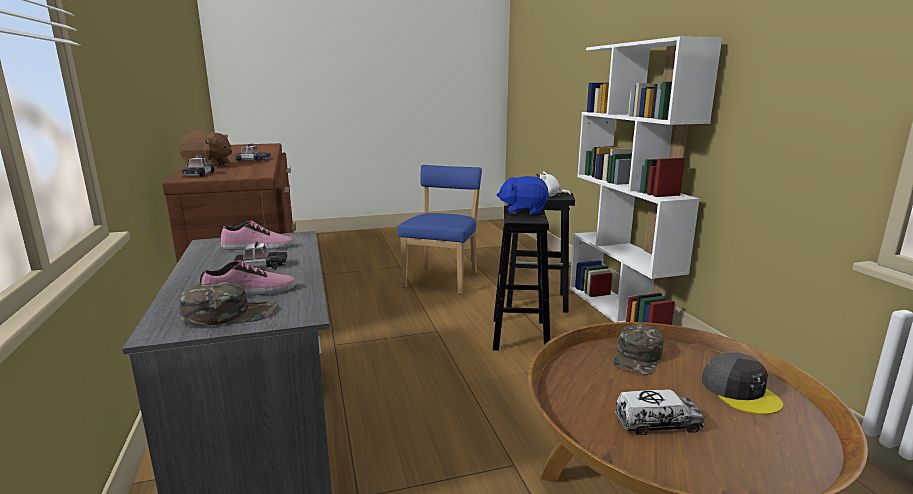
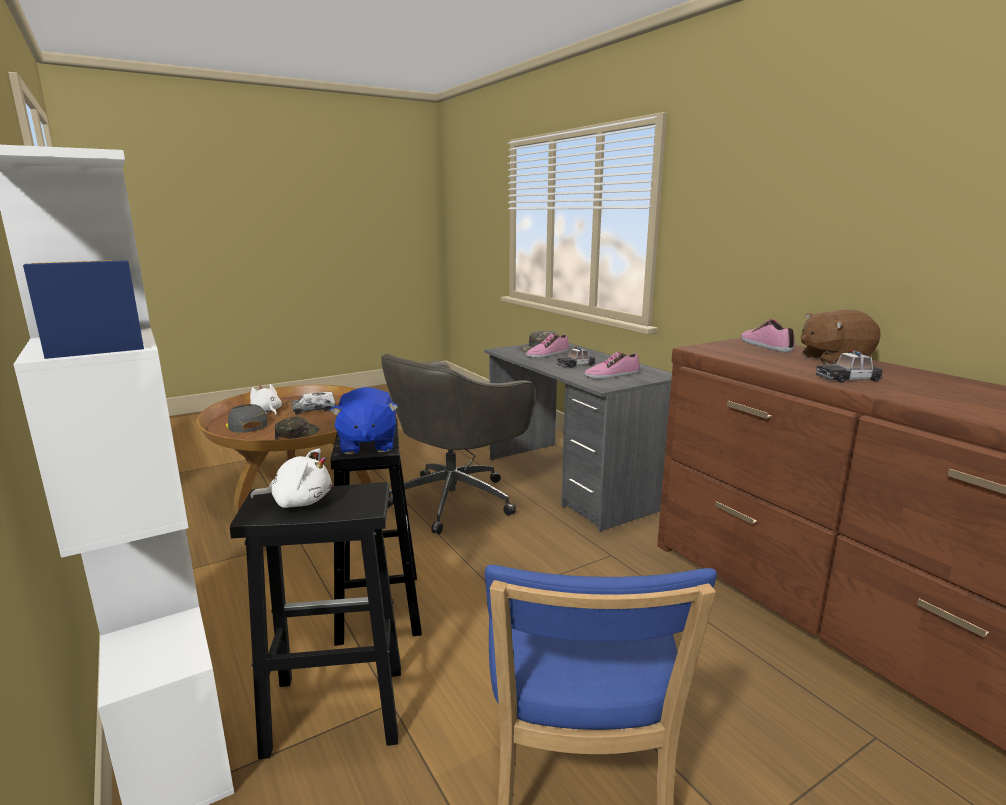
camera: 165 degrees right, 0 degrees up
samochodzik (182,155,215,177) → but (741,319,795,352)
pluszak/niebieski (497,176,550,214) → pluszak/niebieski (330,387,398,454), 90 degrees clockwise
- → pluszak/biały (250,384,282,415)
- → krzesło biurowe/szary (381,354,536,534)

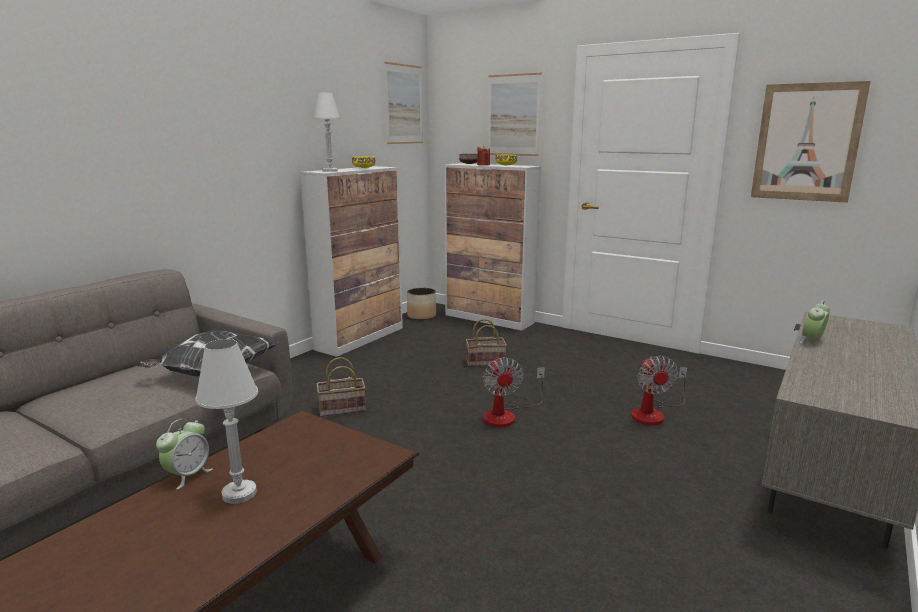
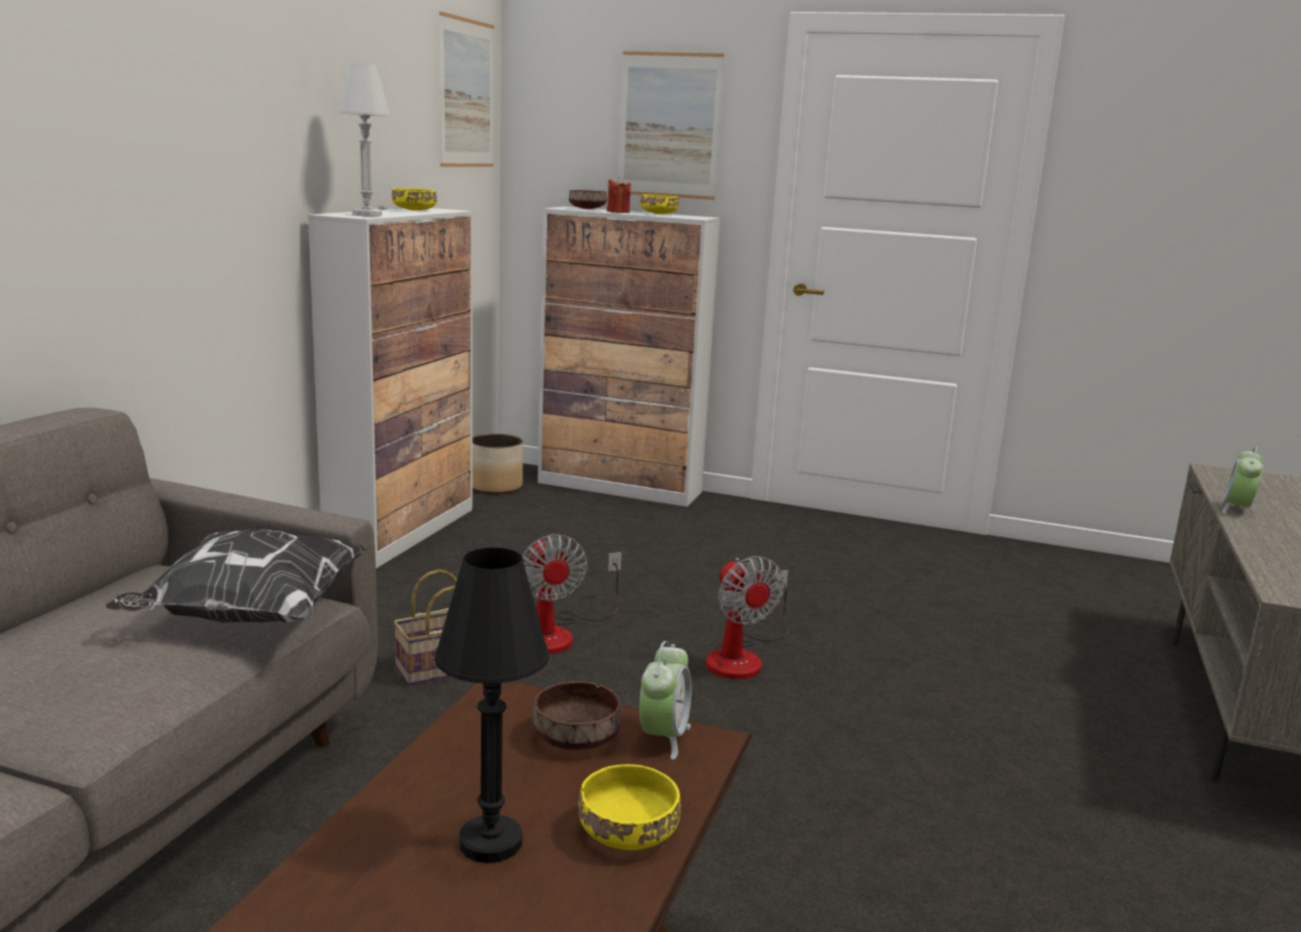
camera: 15 degrees left, 0 degrees up
budzik (156,419,213,489) → budzik (639,641,691,760), move
lampa stołowa/biały (195,339,258,504) → lampa stołowa/czarny (435,547,549,863)
koszyk (466,319,507,367) → -
wentylator (631,356,687,425) → wentylator (522,534,622,654), move
obraz (751,81,871,203) → -
- → miska/brązowy (533,681,621,750)
- → miska/żółty (578,764,681,850)

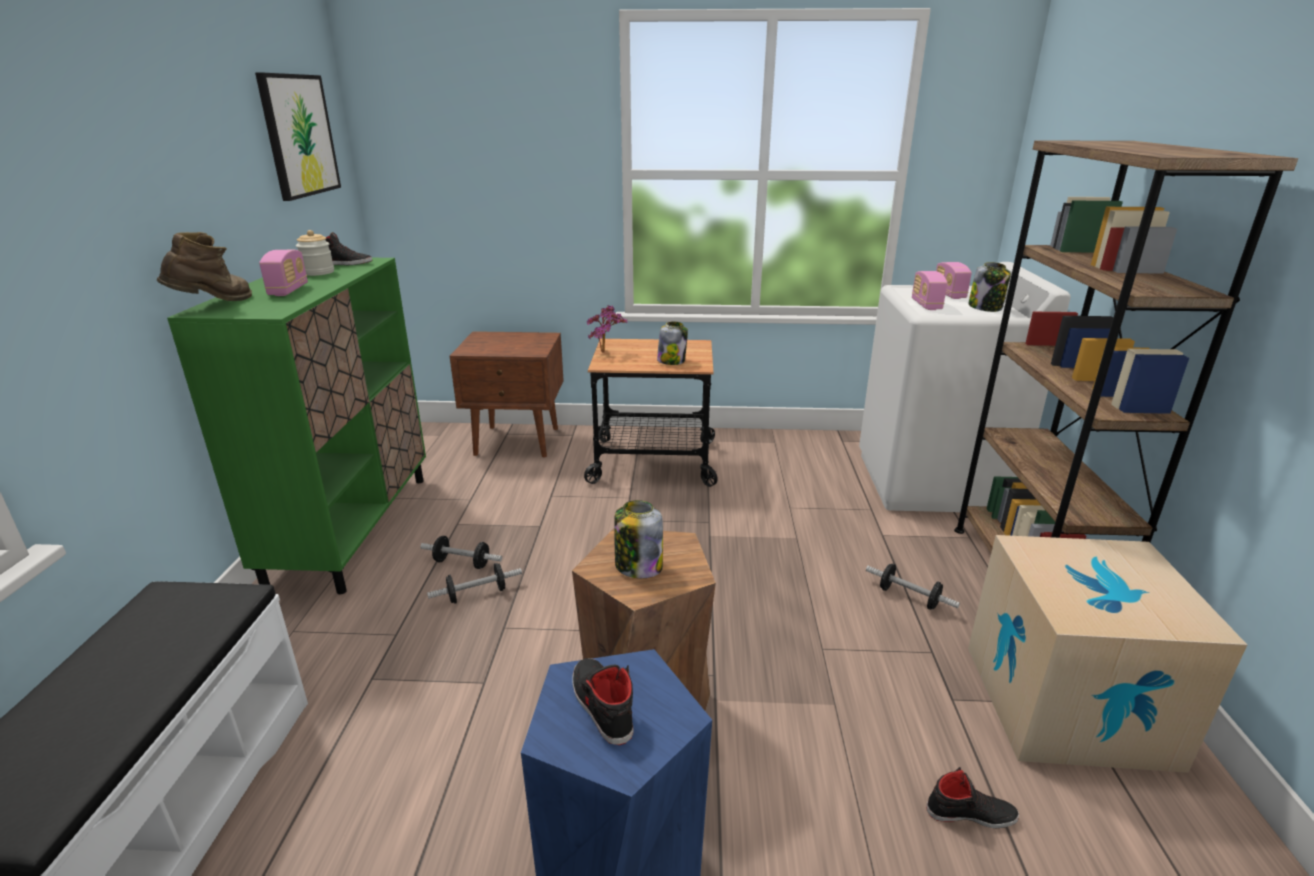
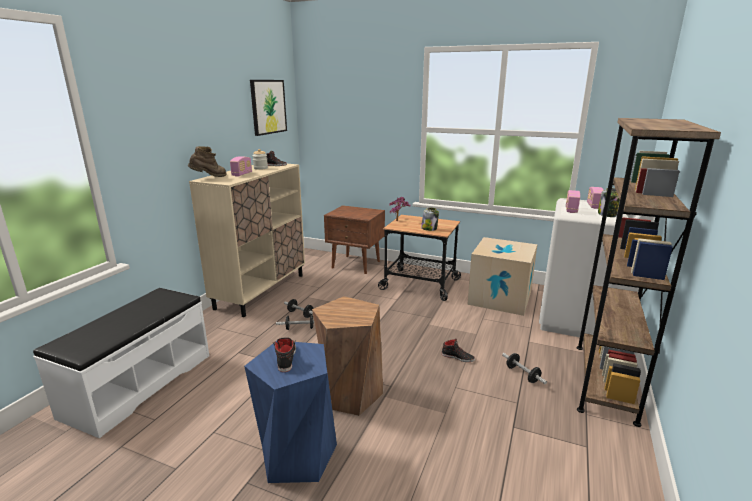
camera: 20 degrees right, 5 degrees down
szafka/zielony (167,258,426,594) → szafka/beżowy (189,164,305,317)
słoik (614,500,663,578) → -
but/czarny (926,767,1019,828) → but/czarny (442,339,475,362), move
karton (968,535,1247,773) → karton (467,237,537,316), move

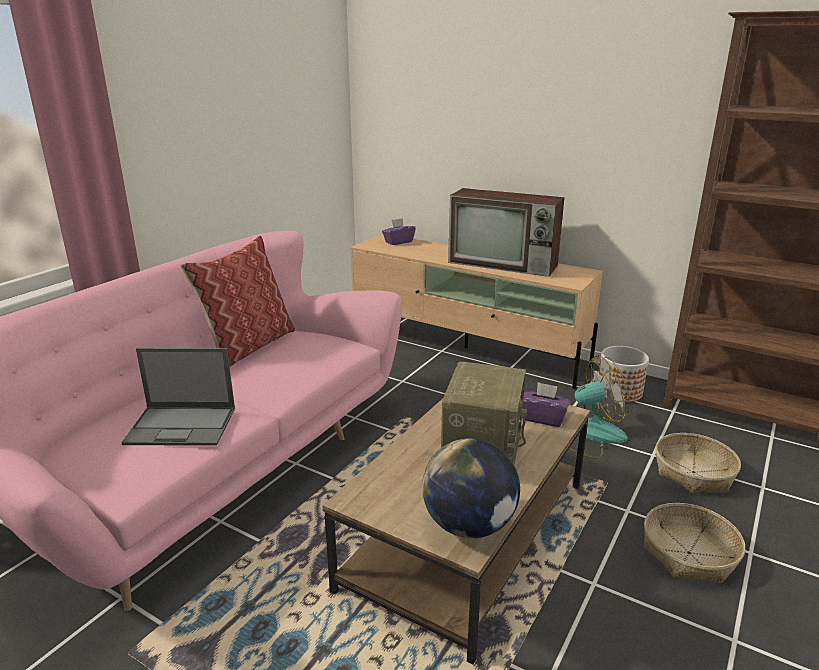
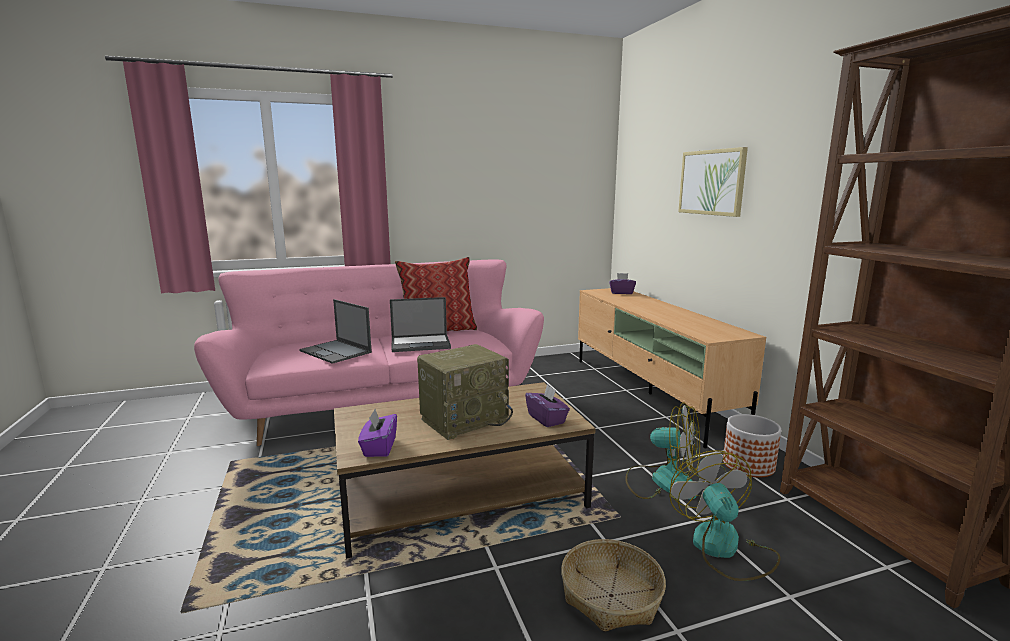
camera: 40 degrees right, 10 degrees down
globus (422,438,520,538) → pudełko chusteczek/fioletowy (358,409,397,457)
telewizor (448,188,565,277) → -
koszyk (656,433,741,493) → wentylator (669,450,781,581)
- → laptop (390,297,451,352)
- → obraz (678,147,748,217)

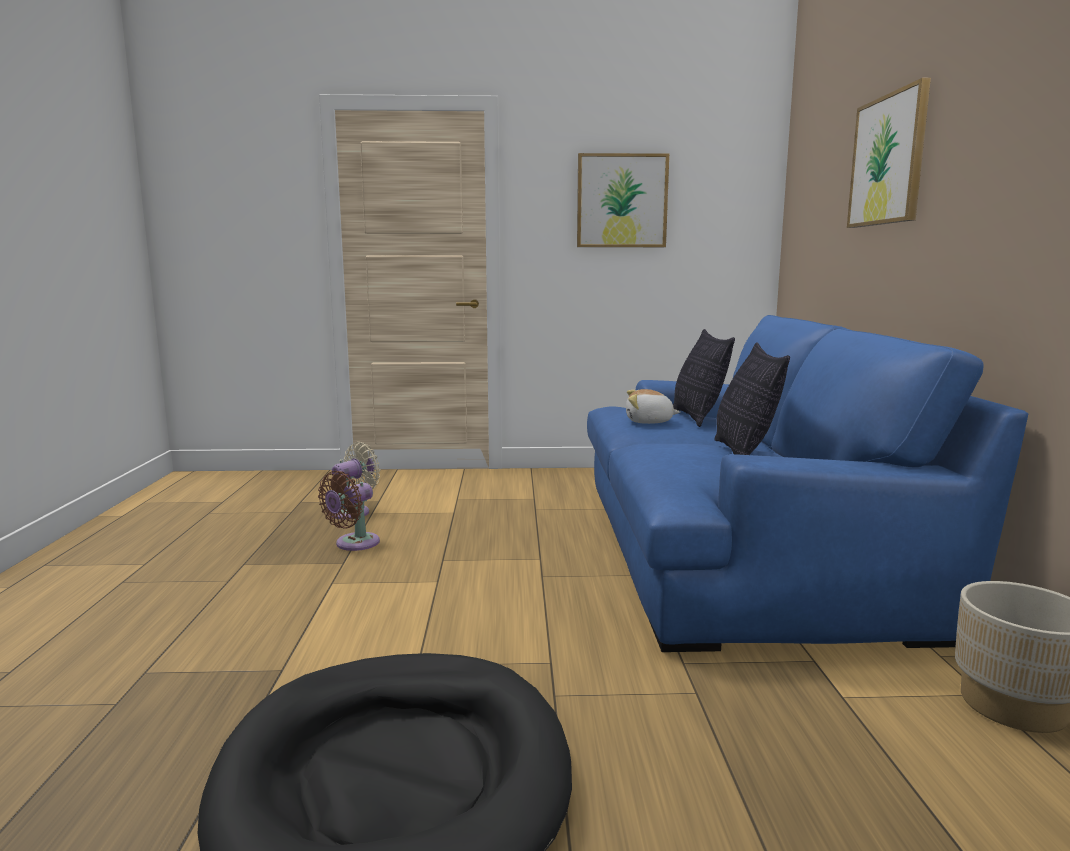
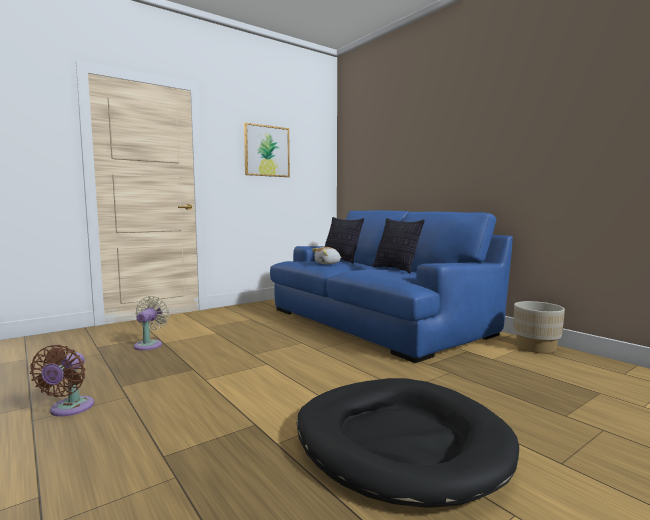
camera: 35 degrees left, 5 degrees down
wentylator/brązowy (318,471,380,551) → wentylator/brązowy (30,345,94,417), move
obraz (847,78,931,228) → -

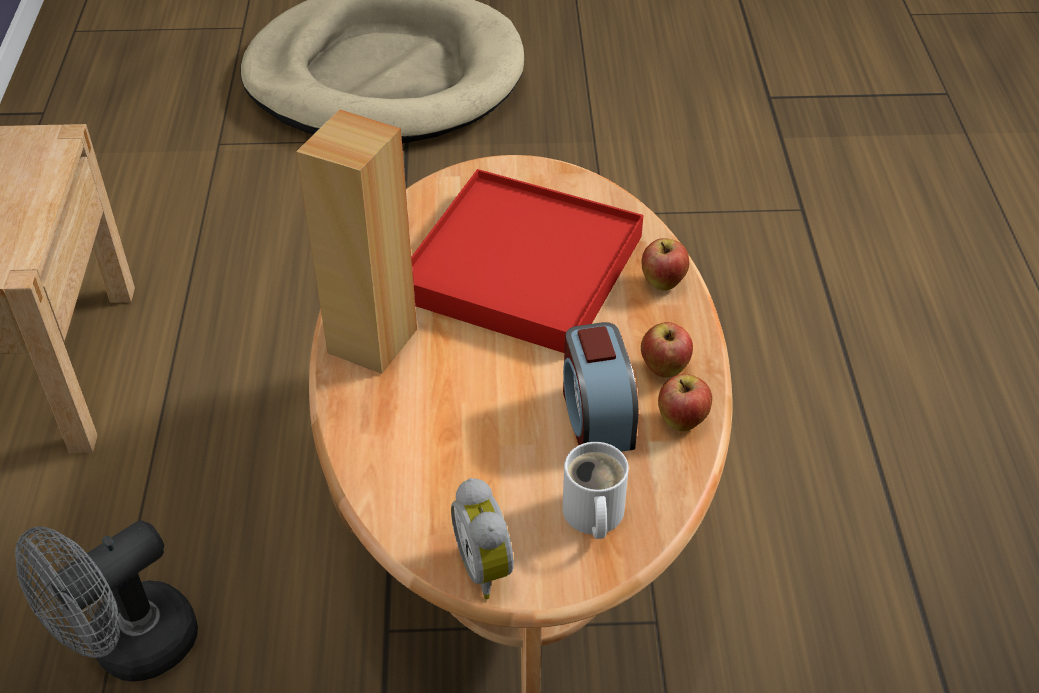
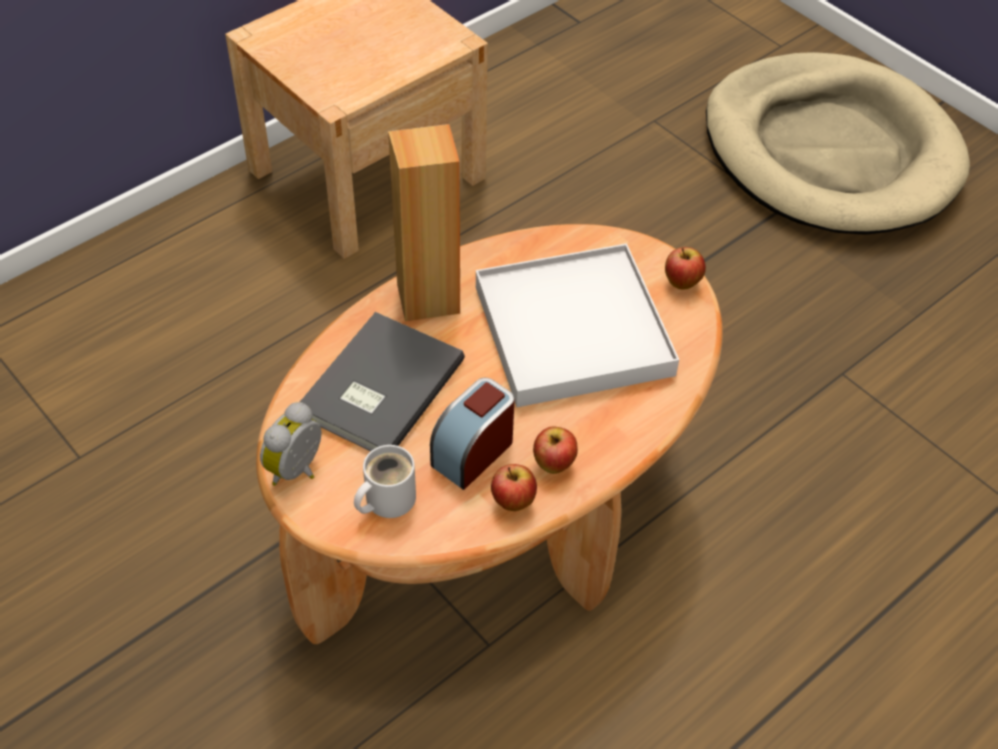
camera: 50 degrees right, 5 degrees up
wentylator/szary (15,520,198,682) → -
taca/czerwony (411,169,644,353) → taca/biały (476,244,679,407)
jabłko (642,238,689,291) → jabłko (665,247,706,289), move
- → książka/szary (300,312,465,451)

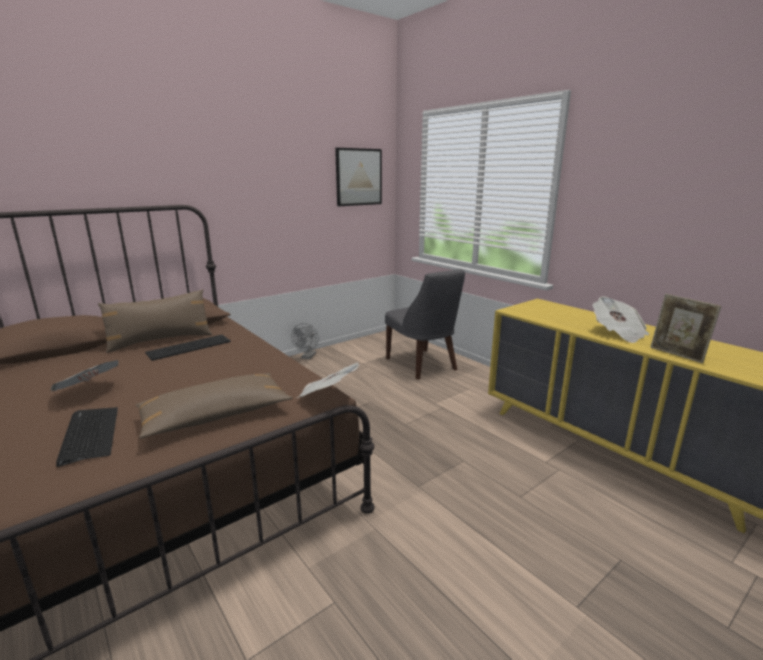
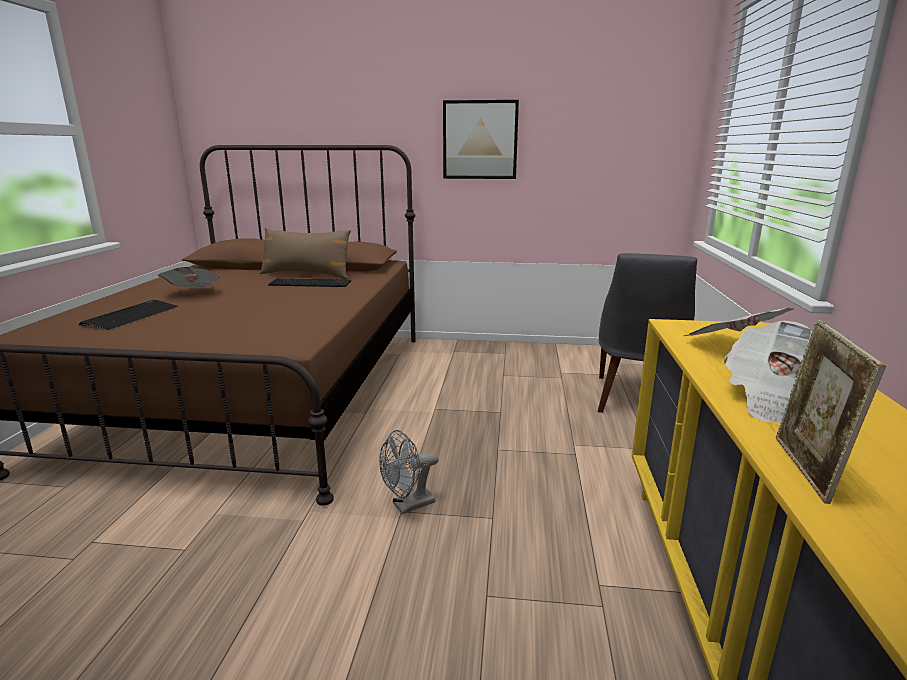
camera: 45 degrees right, 0 degrees up
poduszka/brązowy (136,373,293,439) → -
wentylator/szary (291,323,319,359) → wentylator/szary (379,430,439,514), move
gazeta (297,362,359,398) → gazeta (684,307,793,336), move
obraz (335,148,382,206) → obraz (443,100,519,179), move

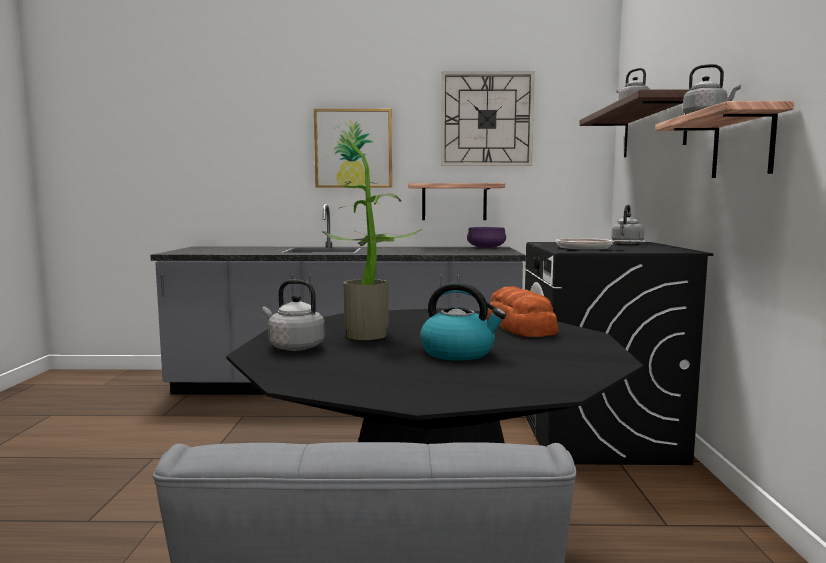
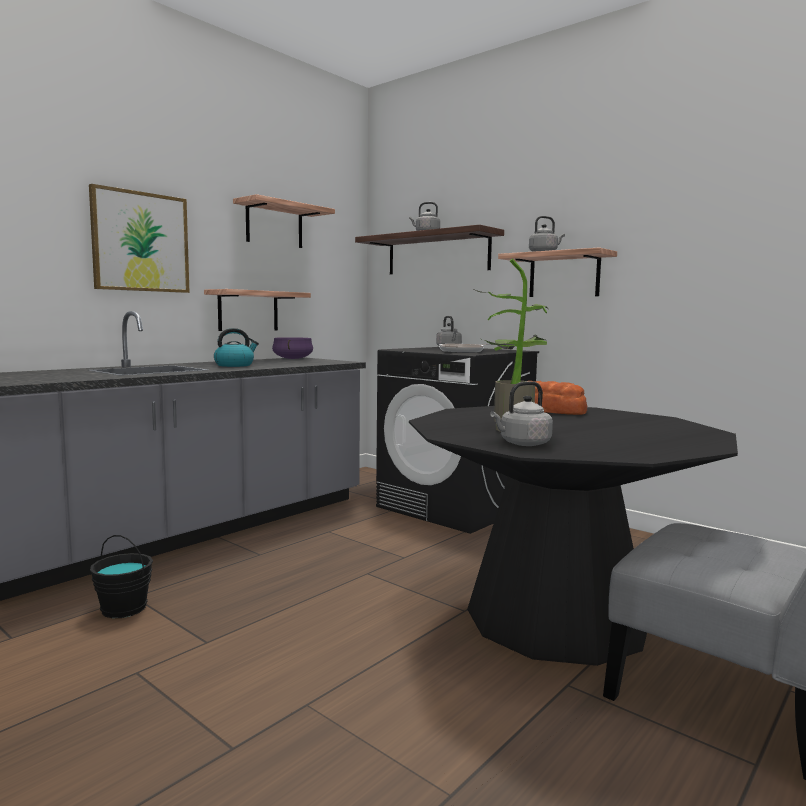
camera: 50 degrees left, 0 degrees up
czajnik (420,282,506,361) → czajnik (214,328,259,367), move
zegar ścienny (441,71,535,166) → półka (233,194,335,248)
- → wiadro/czarny (90,535,153,618)

